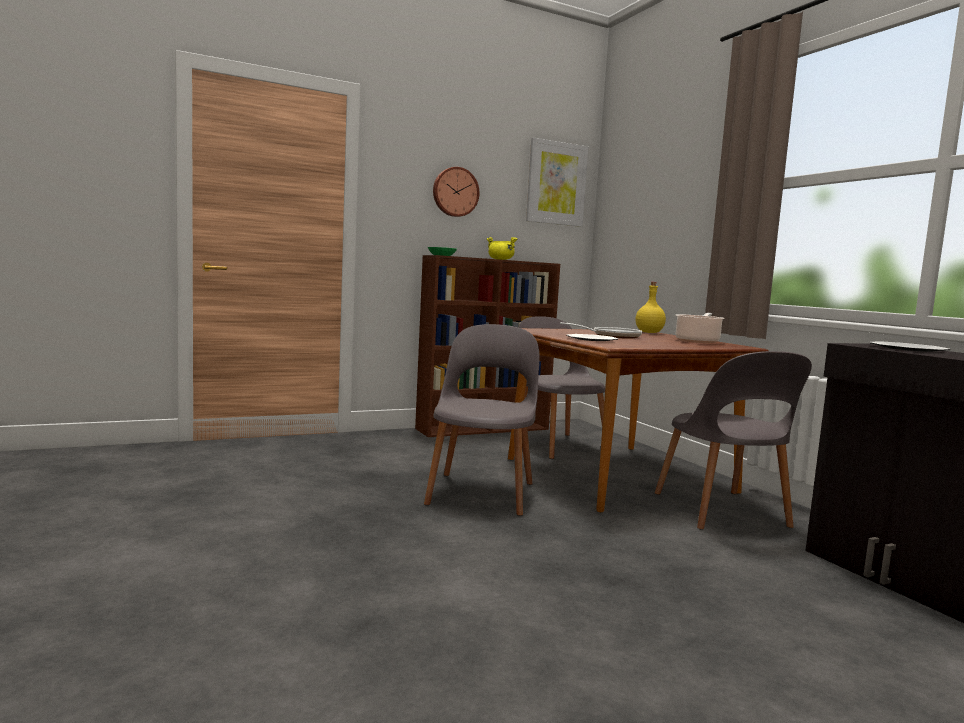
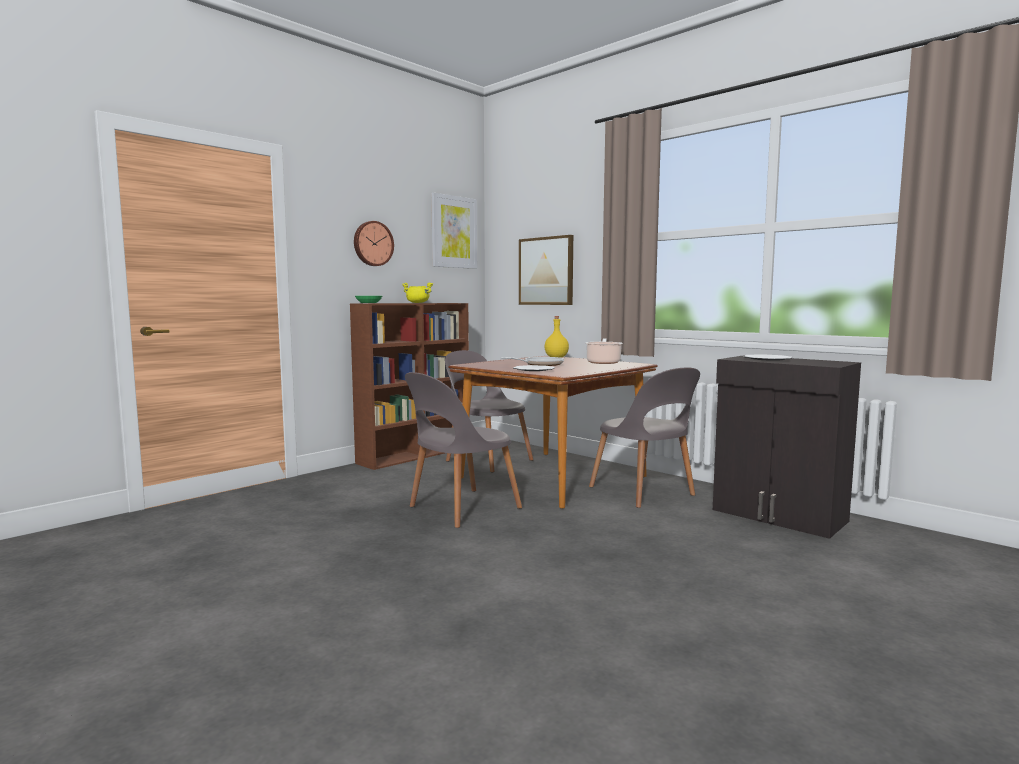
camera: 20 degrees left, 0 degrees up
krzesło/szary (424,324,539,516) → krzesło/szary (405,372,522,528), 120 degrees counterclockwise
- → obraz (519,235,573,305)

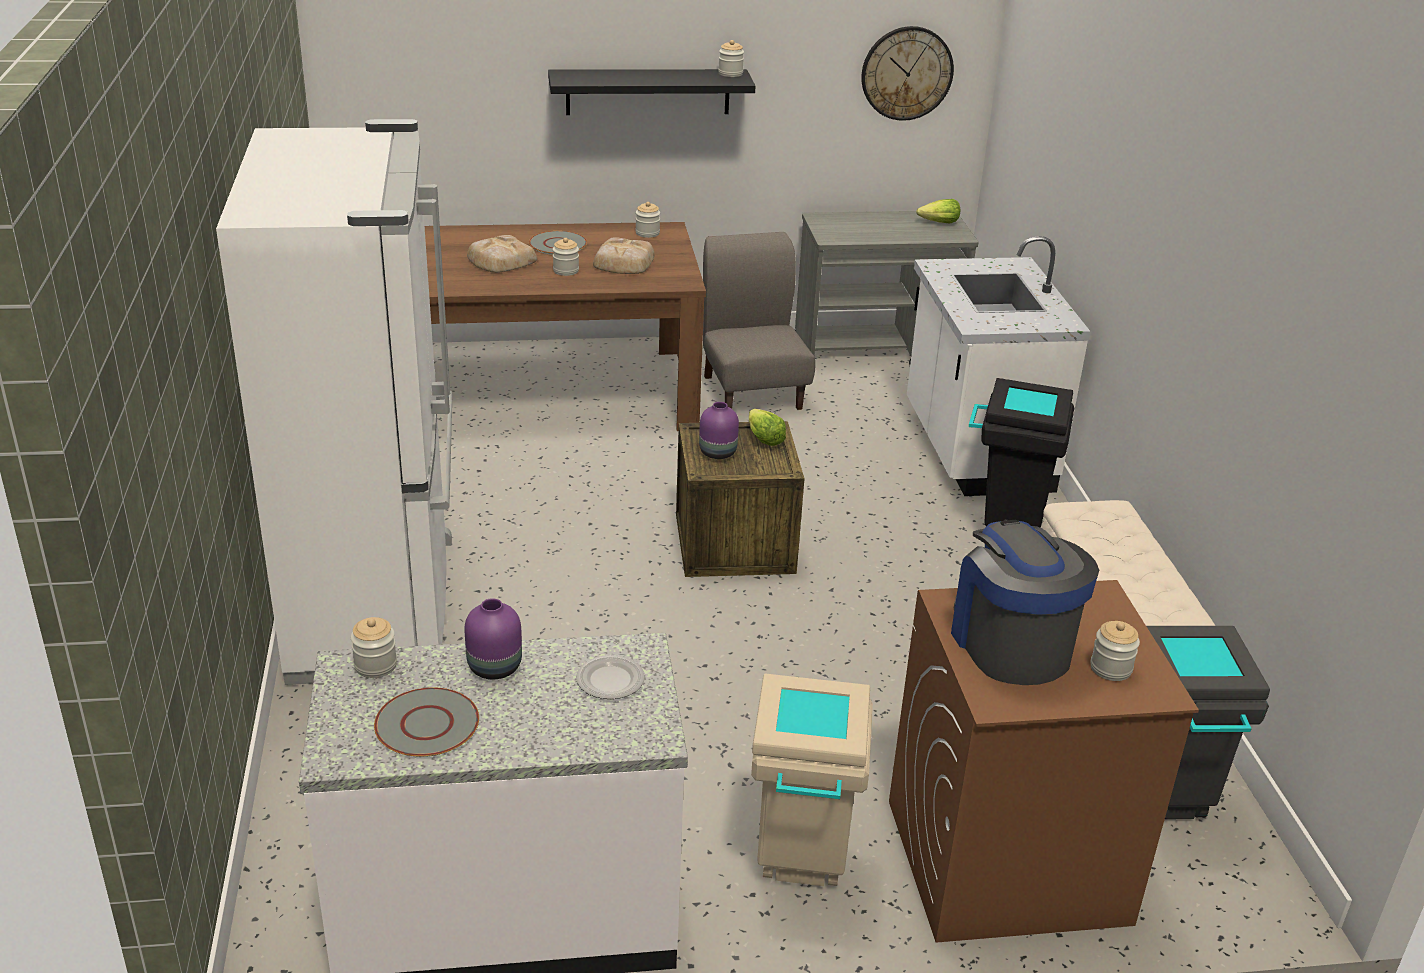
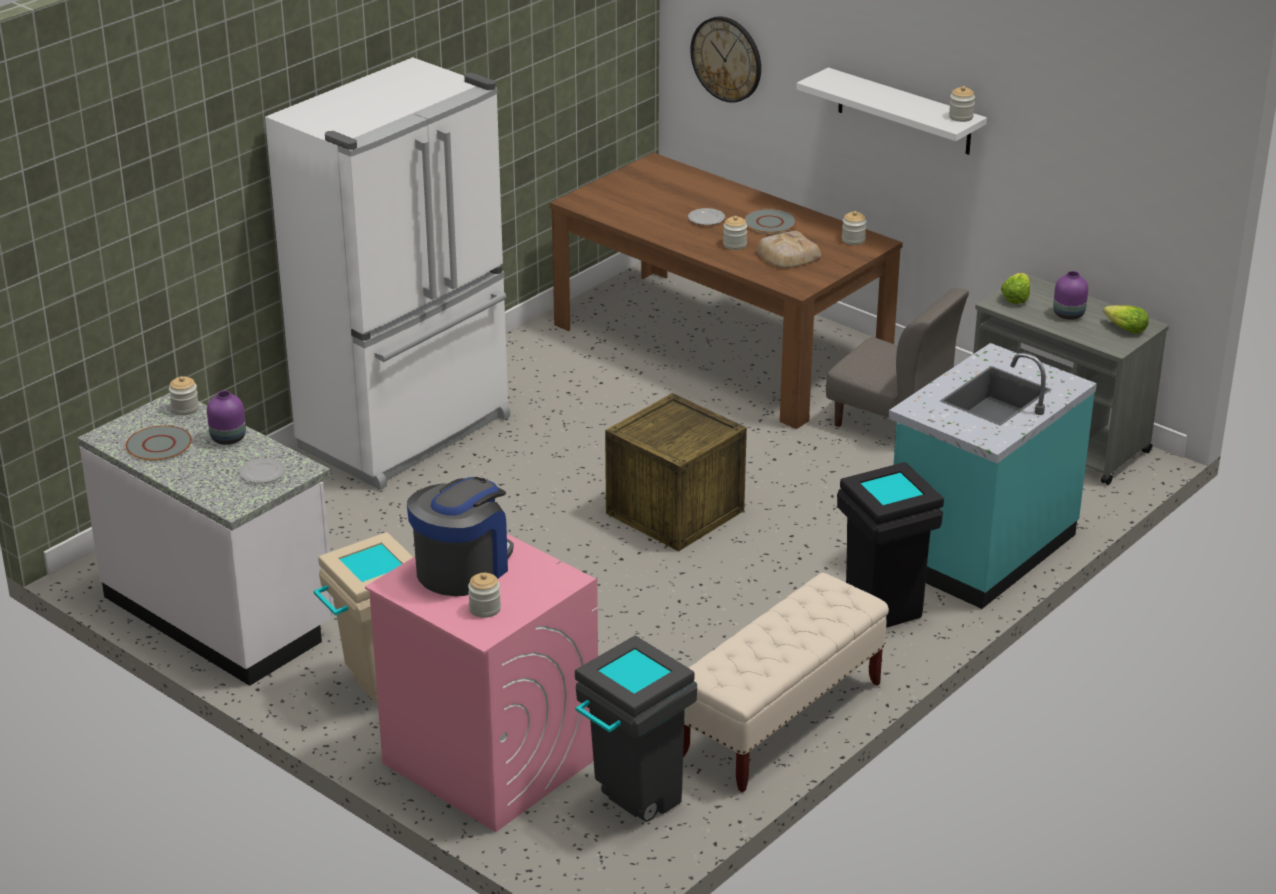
camera: 50 degrees right, 0 degrees up
chleb (467,235,537,273) → talerz (688,208,725,225)
półka/czarny (548,69,756,115) → półka/biały (796,67,987,155)
wazon/fioletowy (699,402,739,459) → wazon/fioletowy (1053,271,1088,320), move
krzesło/szary (703,232,815,410) → krzesło/szary (826,288,969,427), 90 degrees clockwise
sałata (749,409,786,446) → sałata (1001,273,1030,304), move
zegar ścienny (861,26,954,121) → zegar ścienny (690,16,761,103), move
pralka/brązowy (889,580,1199,943) → pralka/różowy (365,534,598,832)
zabudowa kuchenna/biały (907,236,1091,496) → zabudowa kuchenna/turkusowy (889,343,1097,609)

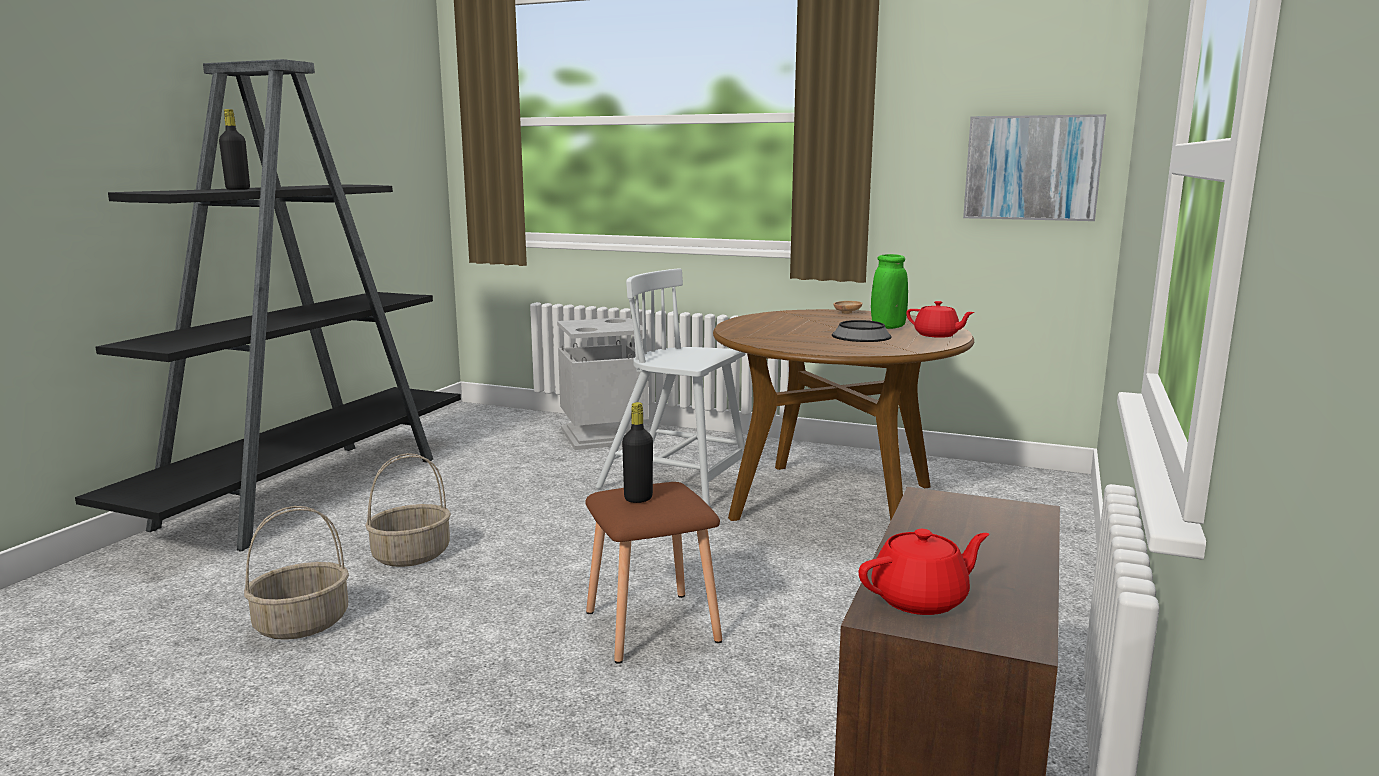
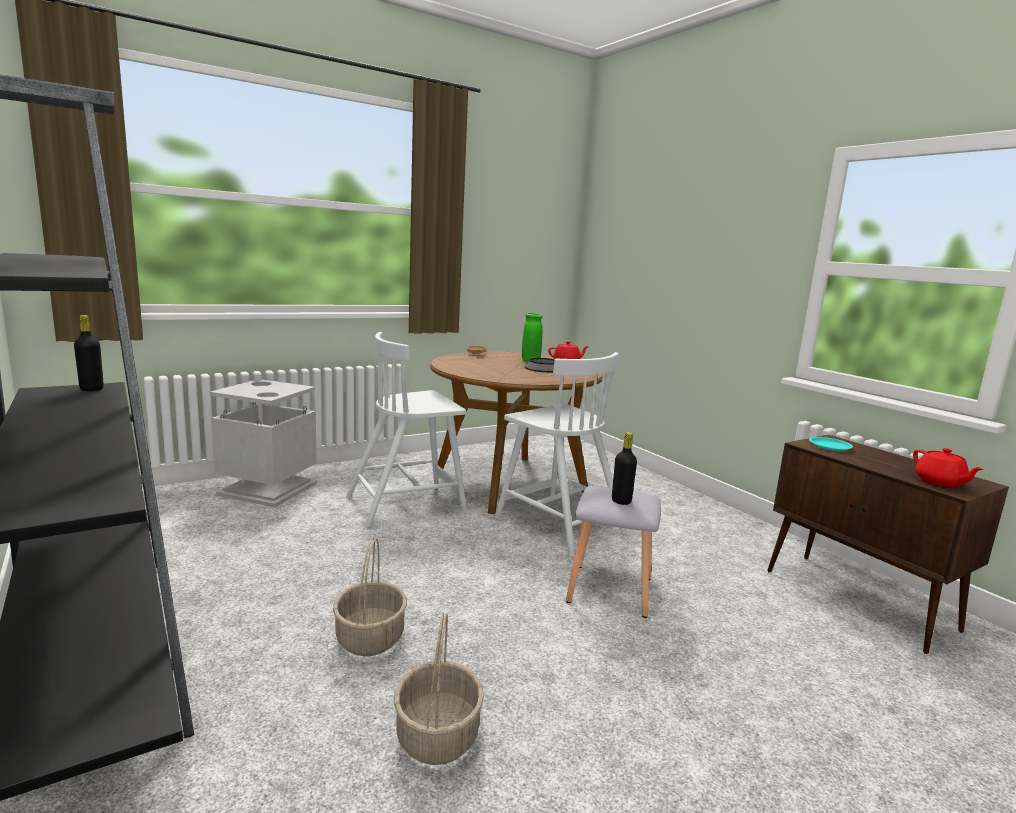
camera: 55 degrees left, 0 degrees up
butelka/czarny (219,109,250,190) → butelka/czarny (74,315,104,391), move
stołek/brązowy (585,482,722,664) → stołek/szary (566,486,661,618)
imbryk/czerwony (859,529,989,615) → imbryk/czerwony (913,448,984,487), 150 degrees clockwise
obraz (963,114,1106,221) → -
- → krzesło/biały (495,352,627,557)
- → talerz/turkusowy (809,437,853,451)

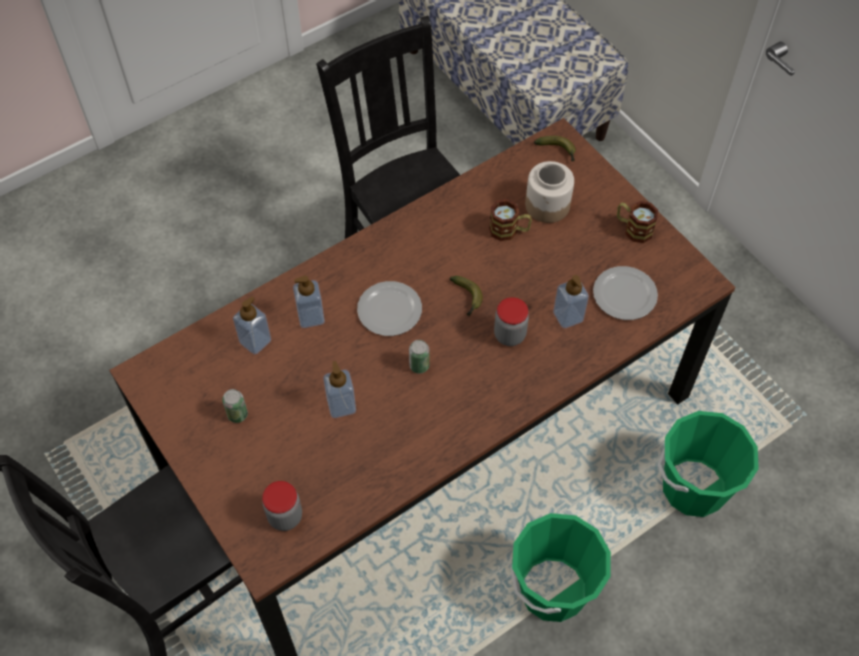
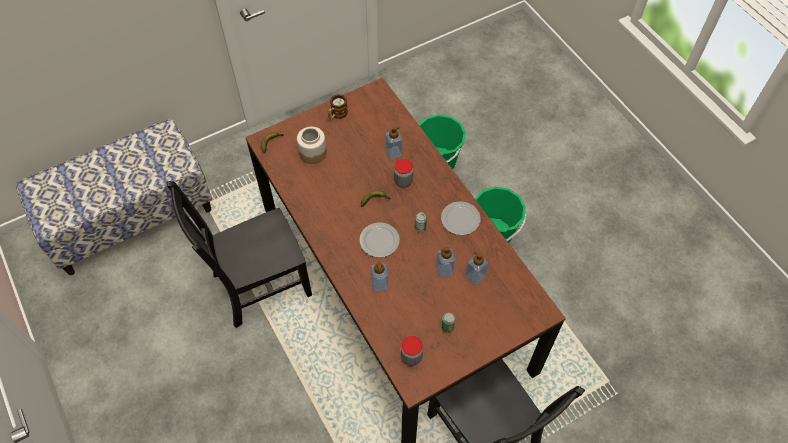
camera: 85 degrees left, 0 degrees up
dozownik mydła (233,296,271,354) → dozownik mydła (466,251,488,285), move
słoik (262,481,302,531) → słoik (401,336,423,366), move
kubek (489,199,532,241) → -
talerz (593,266,658,320) → talerz (441,201,481,235), move

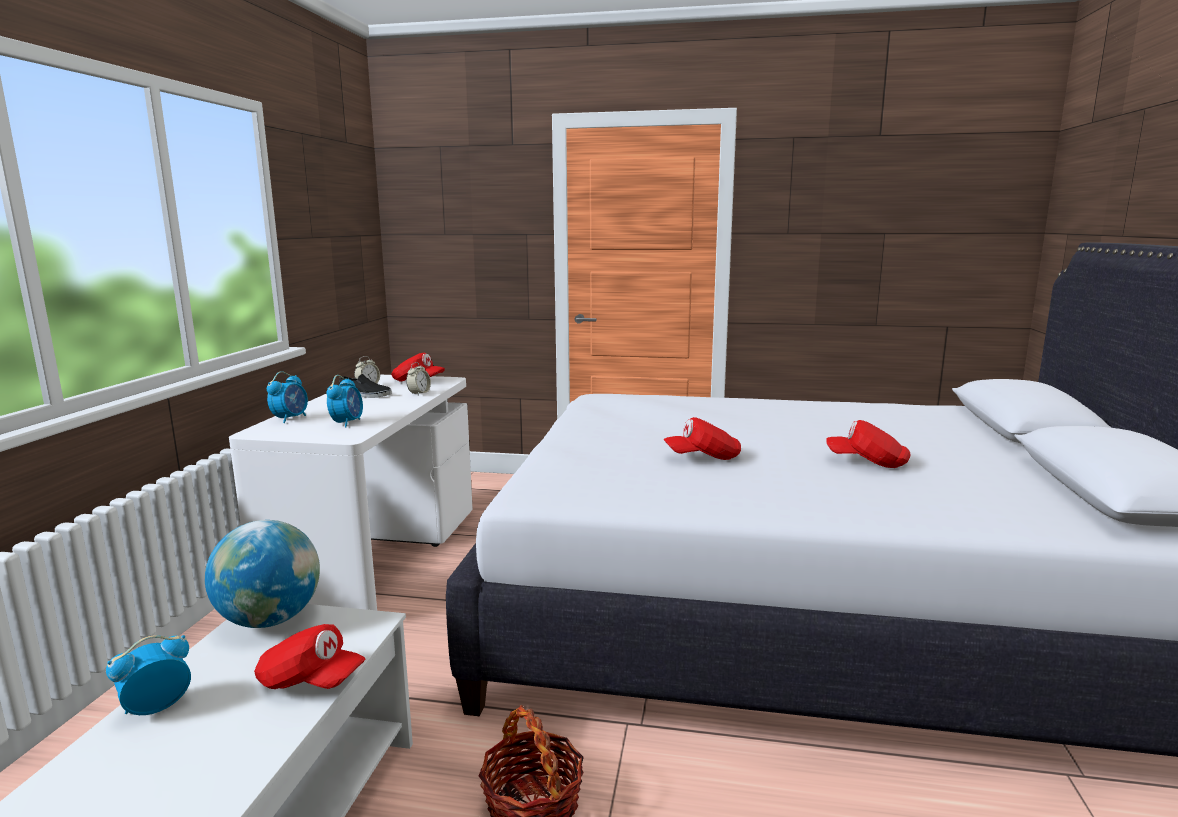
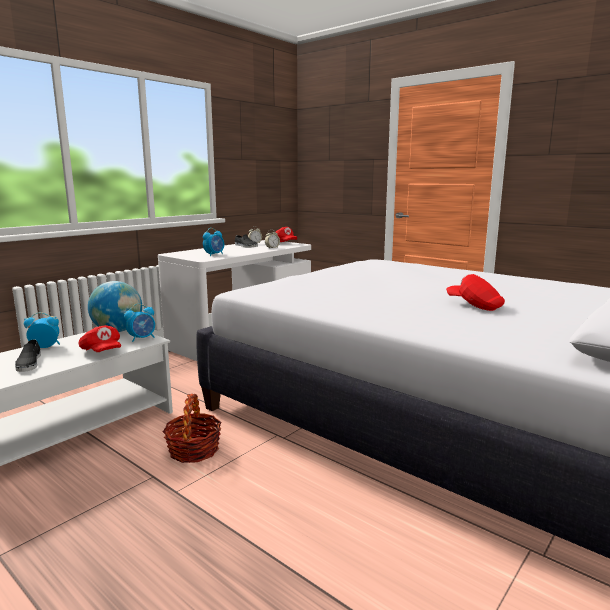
camera: 30 degrees right, 0 degrees up
budzik (267,371,308,423) → budzik (124,304,155,342), move
czapka z daszkiem/czerwony (663,417,741,460) → -
- → but/czarny (15,340,41,372)

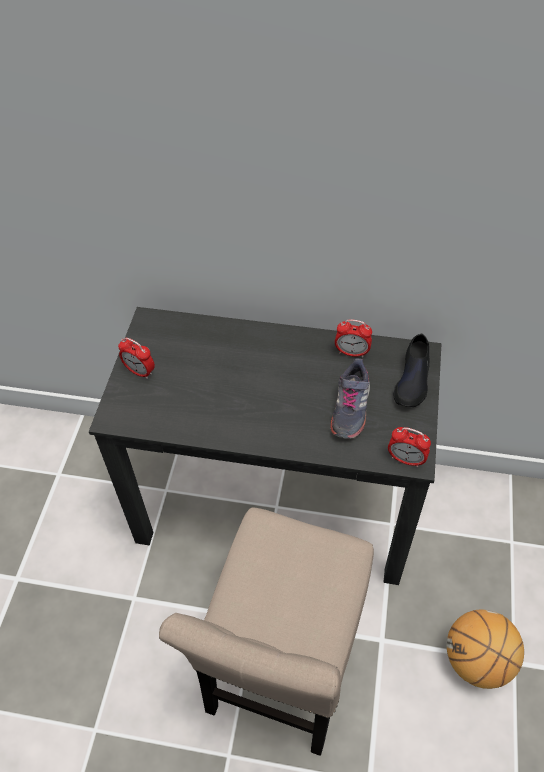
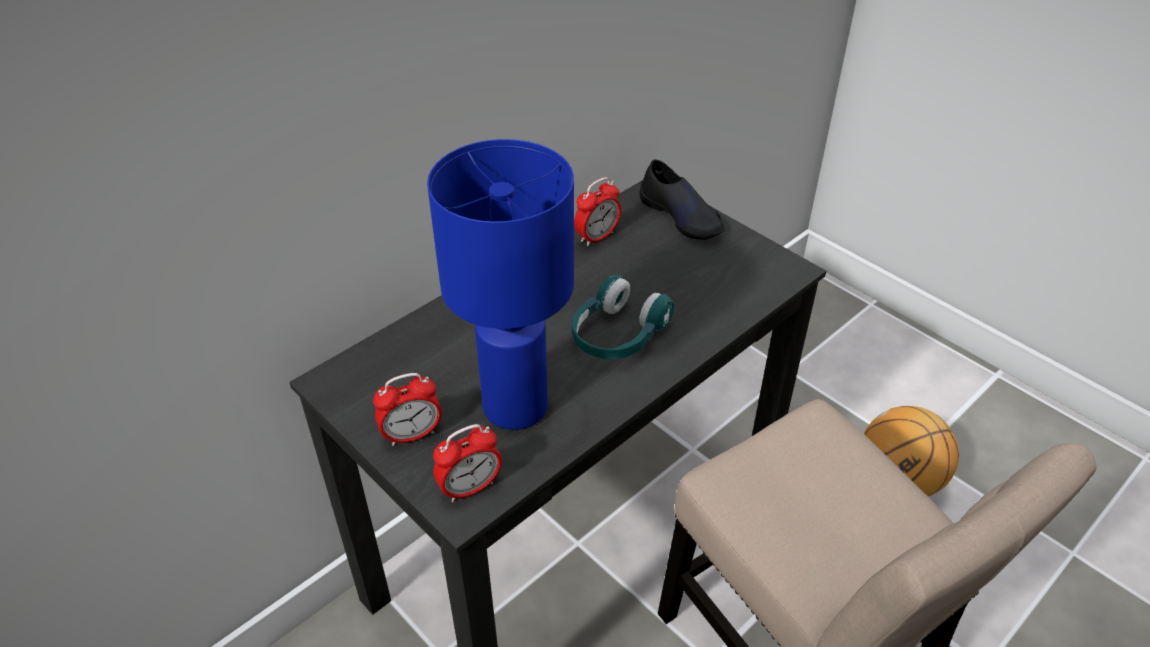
camera: 55 degrees left, 10 degrees down
but/szary (330,358,370,439) → -
budzik (388,427,431,467) → budzik (433,424,502,502), move
- → lampa stołowa/niebieski (427,139,574,430)
- → słuchawki/turkusowy (572,275,674,359)

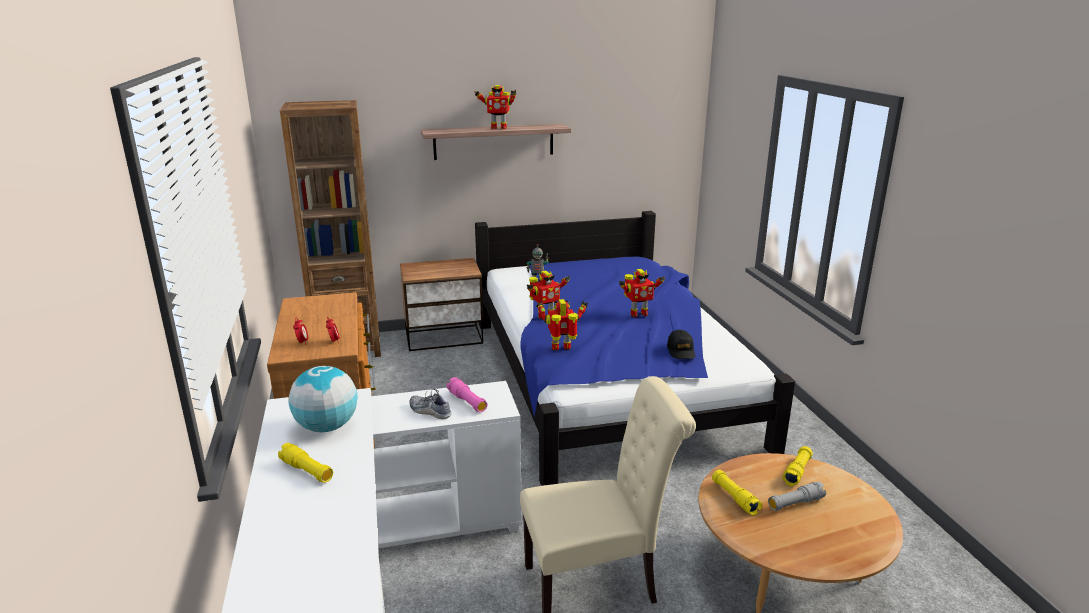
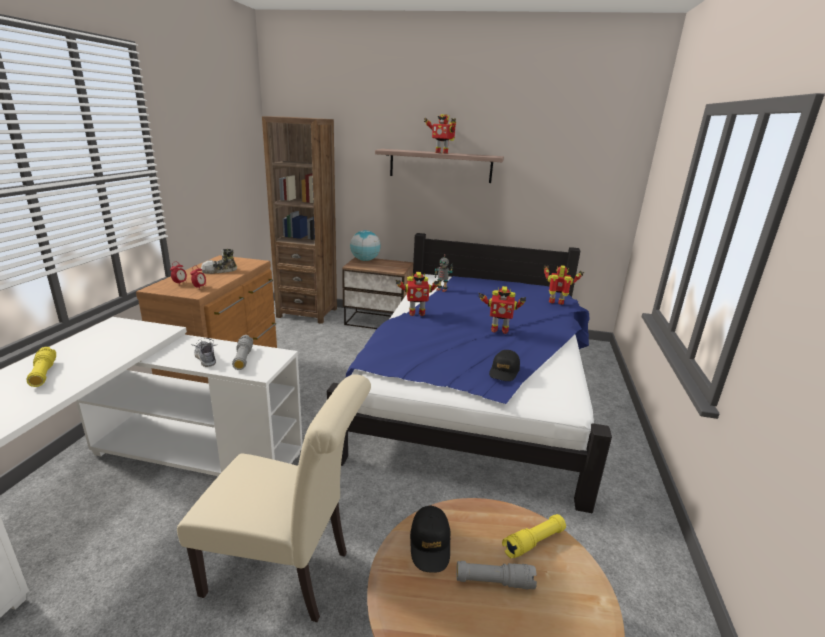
camera: 25 degrees right, 0 degrees up
globus (288,366,357,432) → globus (350,230,381,261), move
latarka/różowy (447,377,487,412) → latarka/szary (232,335,253,370)
robot zabawkowy (536,299,588,350) → robot zabawkowy (544,265,584,305), move
latarka/żółty (712,470,762,516) → czapka z daszkiem/czarny (410,506,450,573)
- → but (201,249,237,274)

